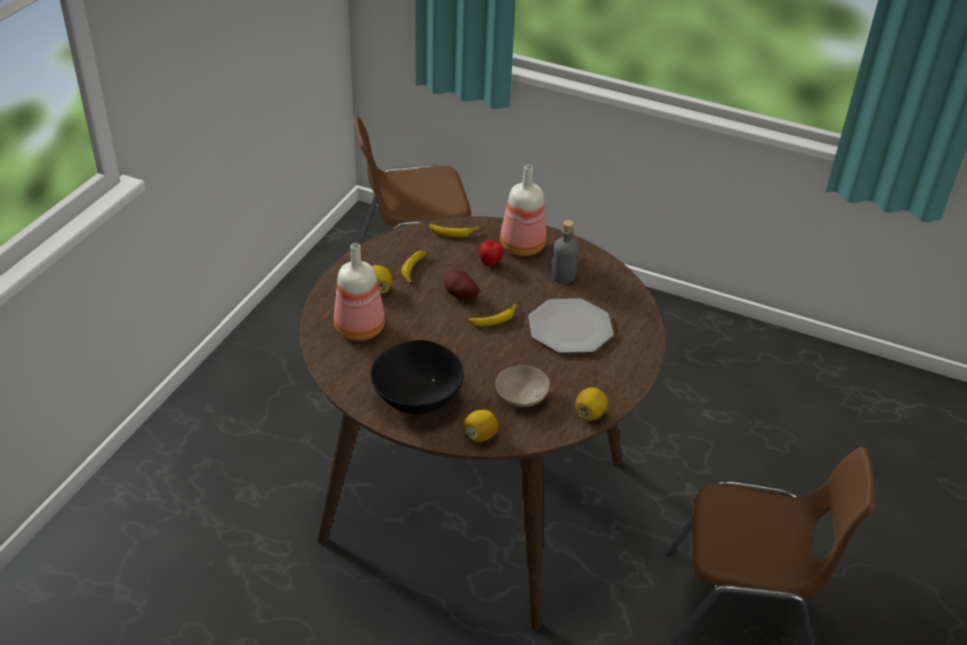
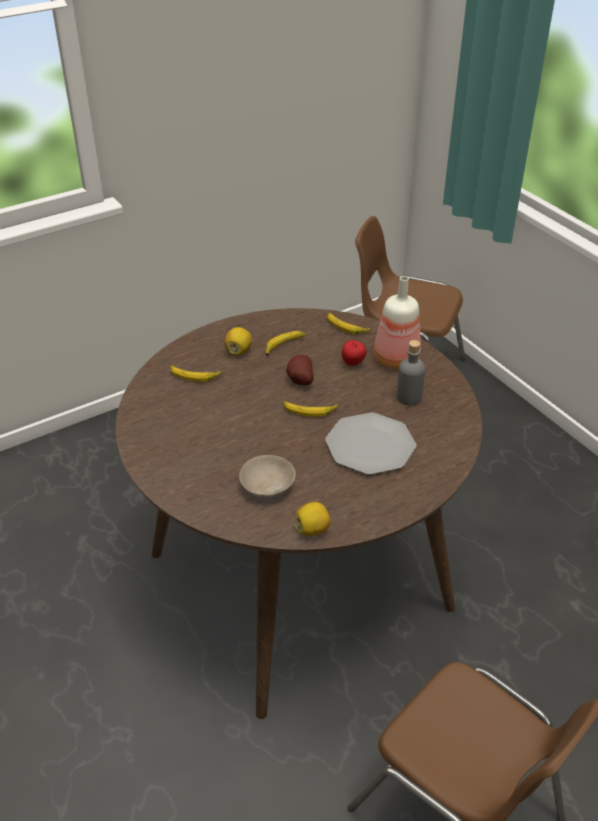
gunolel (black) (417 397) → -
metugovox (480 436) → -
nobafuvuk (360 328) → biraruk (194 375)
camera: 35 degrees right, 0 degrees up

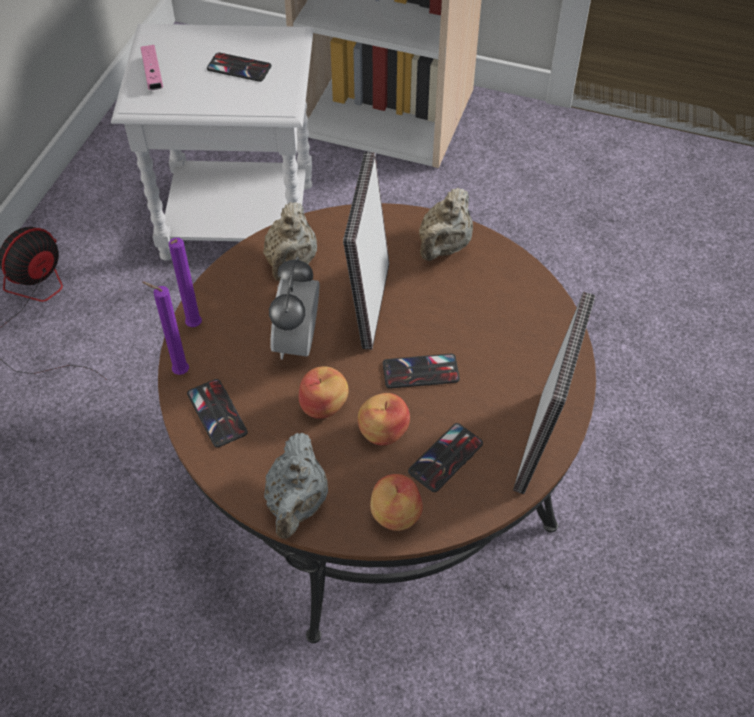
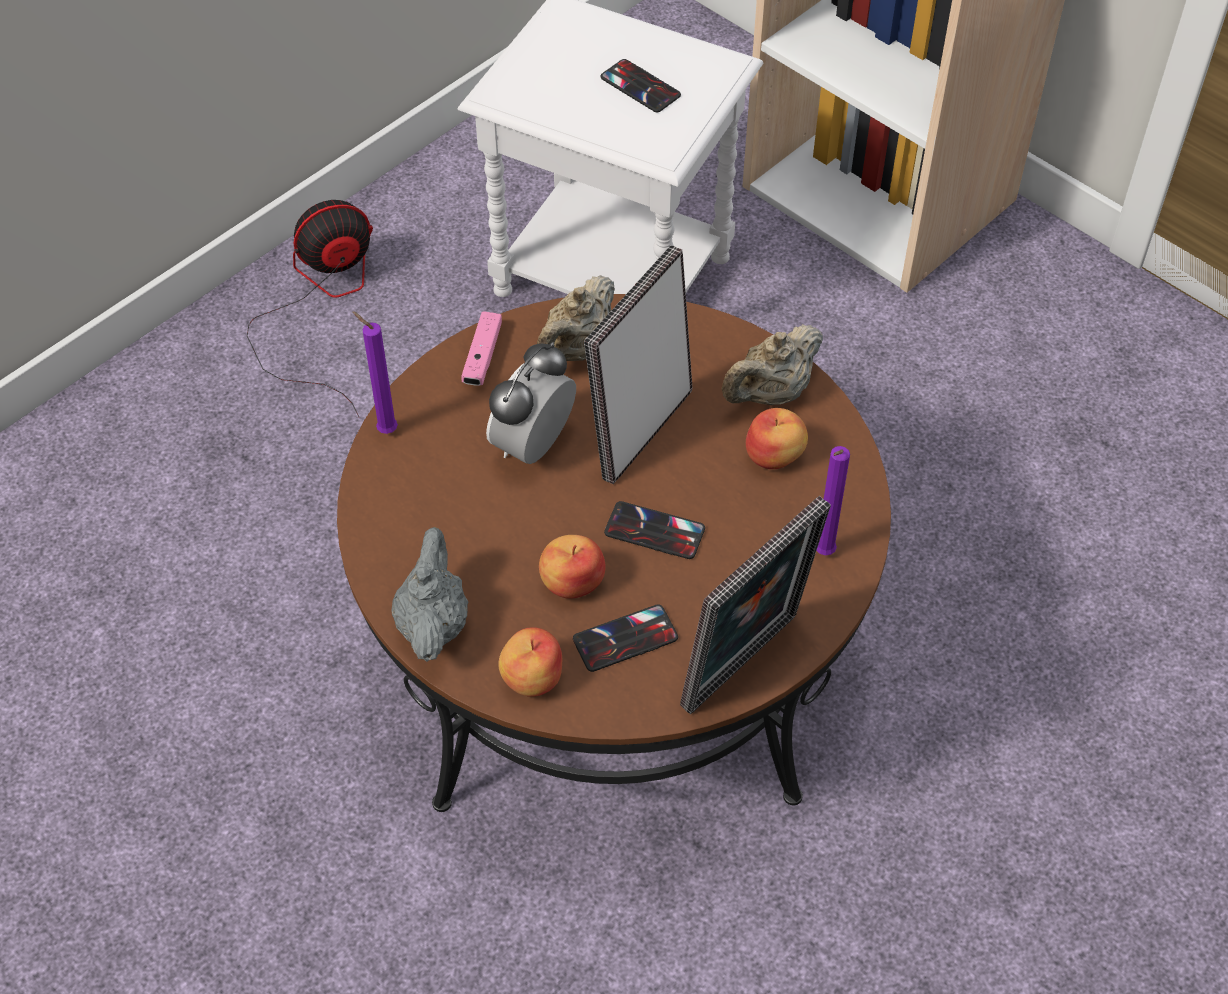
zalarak (217 413) → -
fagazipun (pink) (153 74) → fagazipun (pink) (482 356), shifted
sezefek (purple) (193 327) → sezefek (purple) (822 554), shifted
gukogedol (324 405) → gukogedol (775 456), shifted
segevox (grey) (297 504) → segevox (grey) (432 623), 150 degrees clockwise
camera: 25 degrees right, 0 degrees up

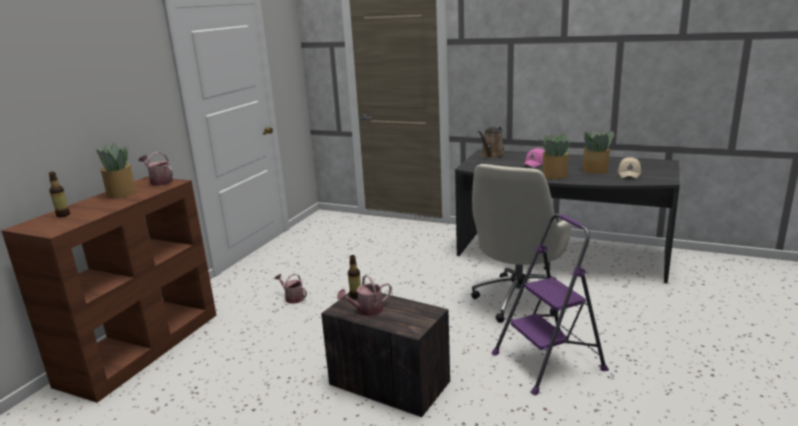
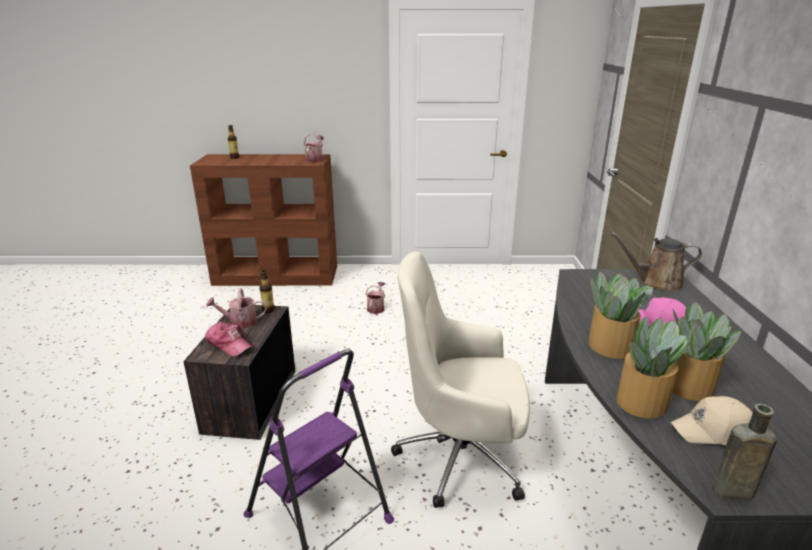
- → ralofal (229 344)
- → nobafuvuk (brown) (729 491)
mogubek (121 193) → mogubek (640 402), shifted
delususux (367 310) → delususux (239 322), 45 degrees counterclockwise
camera: 65 degrees right, 5 degrees up

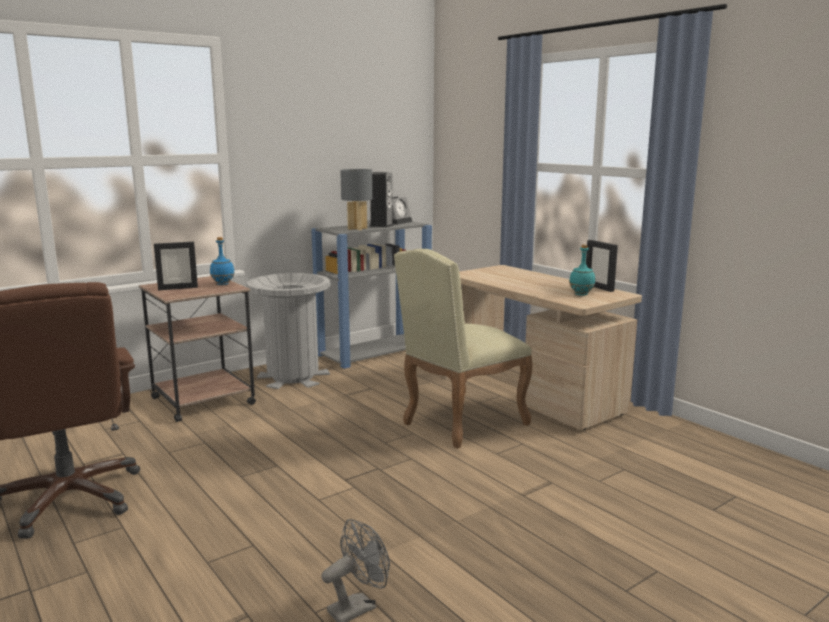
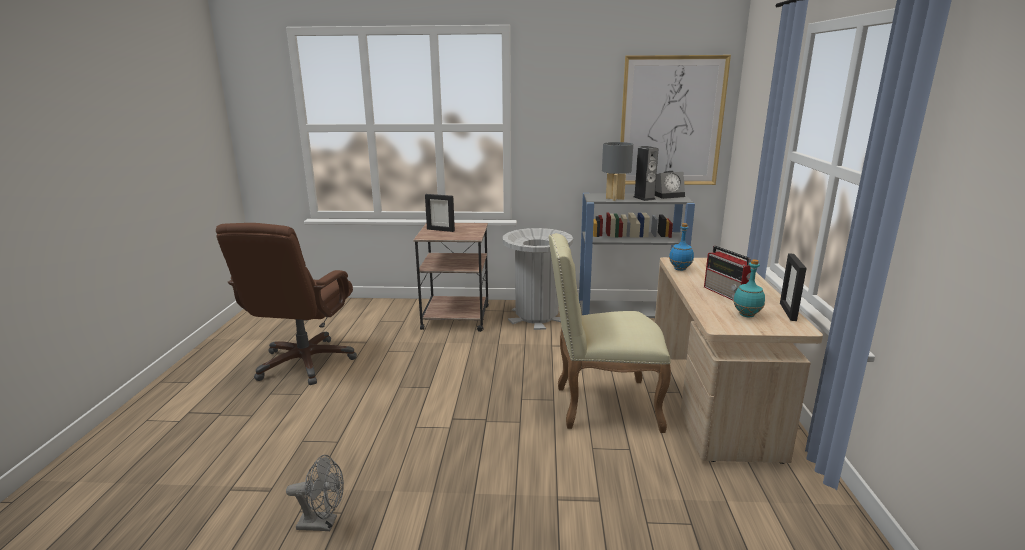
- → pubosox (671 122)
- → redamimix (727 294)
nobafuvuk (blue) (223 284) → nobafuvuk (blue) (680 269), shifted
camera: 40 degrees right, 5 degrees up

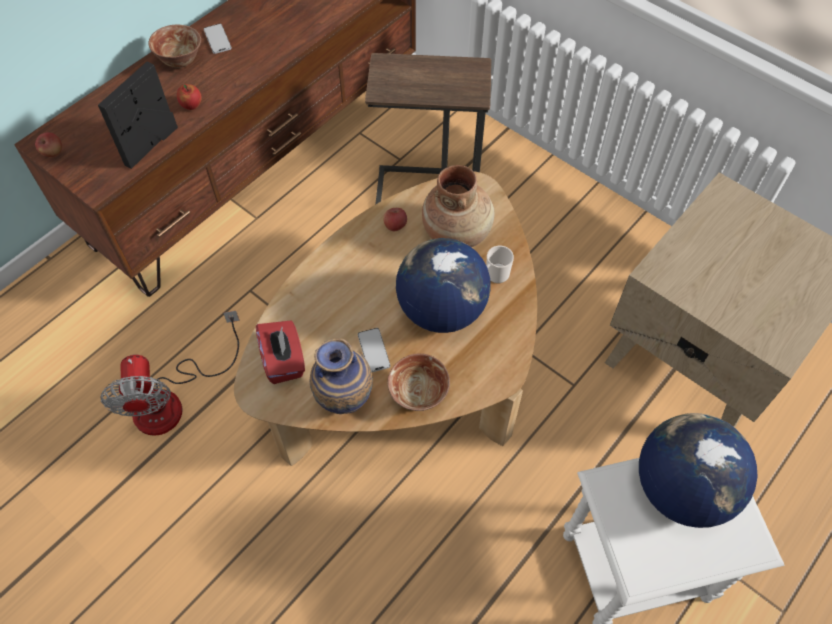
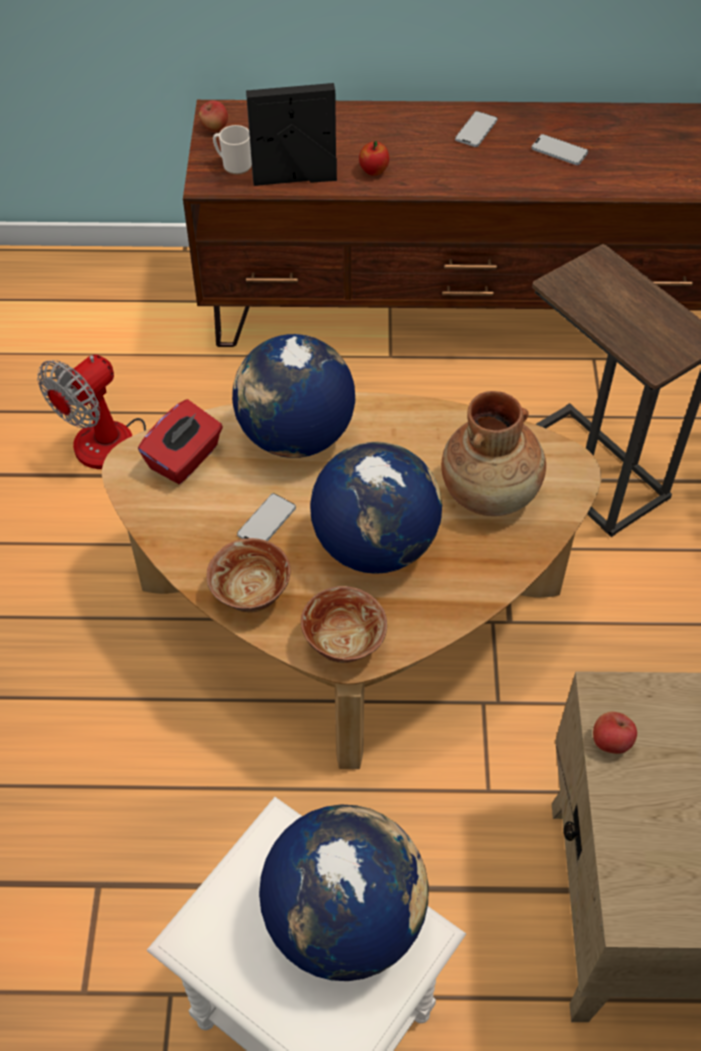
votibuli (345 401) → -
- → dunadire (295 436)
- → zalarak (559 151)
gunolel (180 60) → gunolel (343 643), shifted
gukogedol (395 226) → gukogedol (610 742), shifted
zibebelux (495 275) → zibebelux (234 165), shifted
camera: 50 degrees right, 5 degrees down

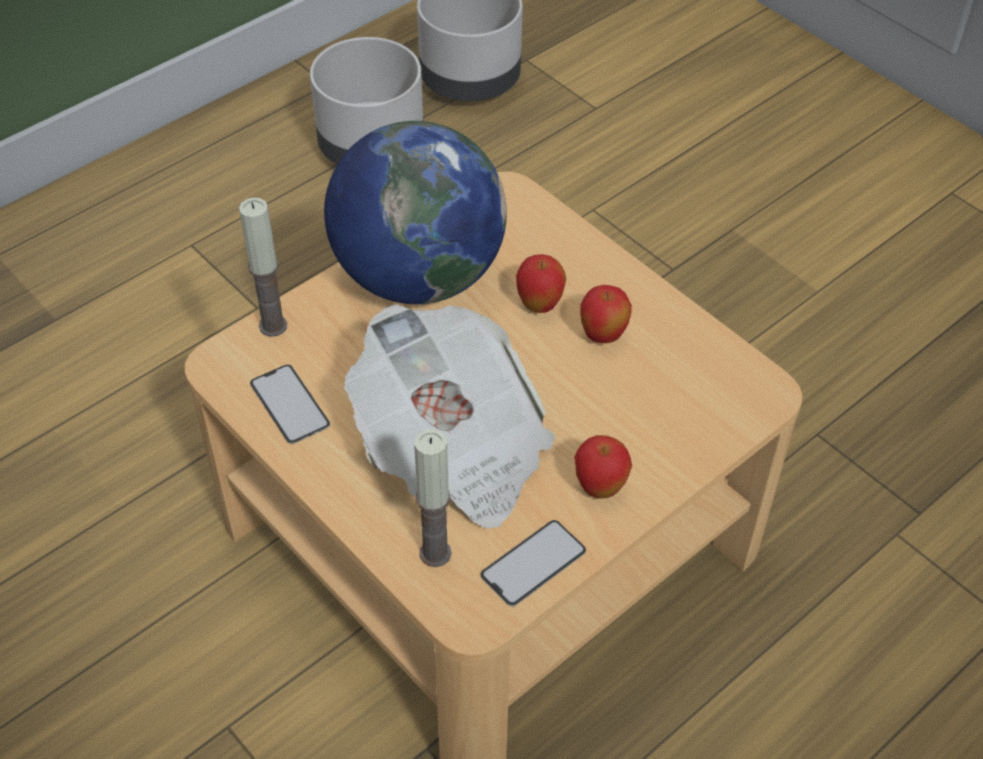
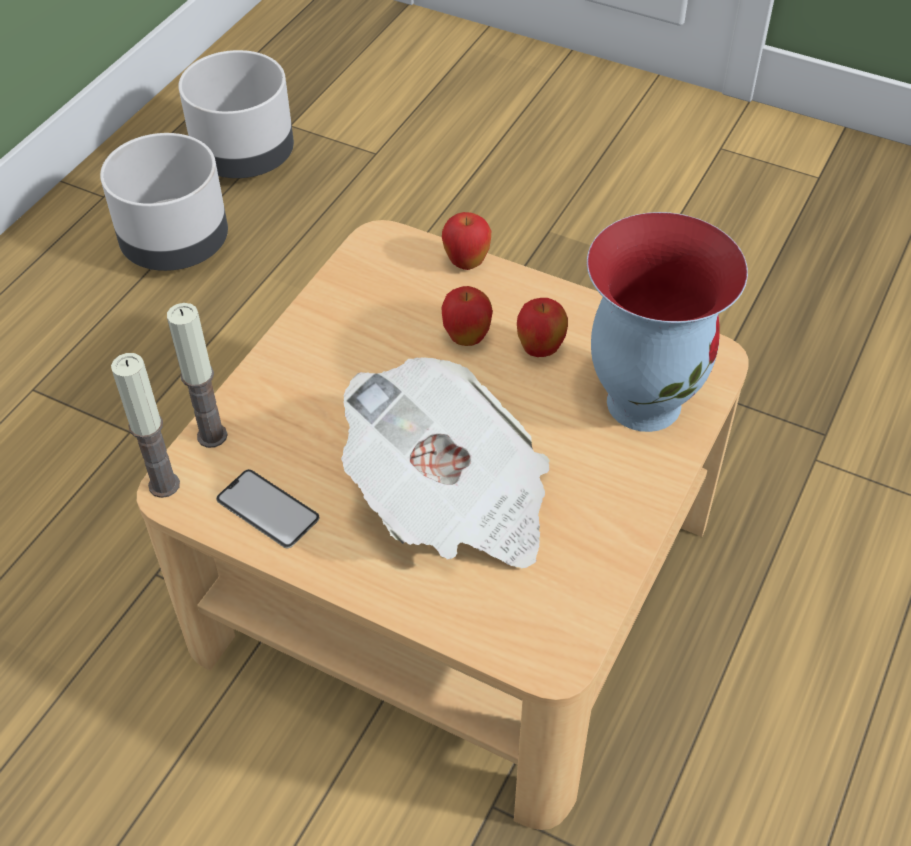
dunadire (418 276) → -
zalarak (533 563) → -
- → votibuli (644 400)
sezefek (435 553) → sezefek (164 485), shifted
gukogedol (599 488) → gukogedol (466 263), shifted
camera: 20 degrees left, 0 degrees up

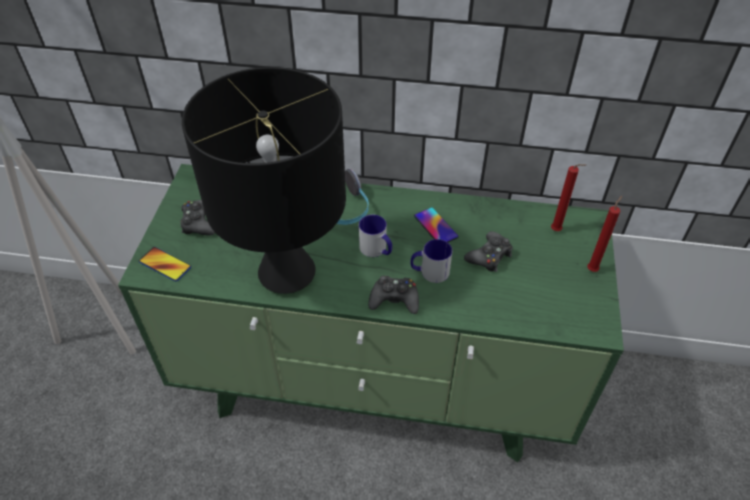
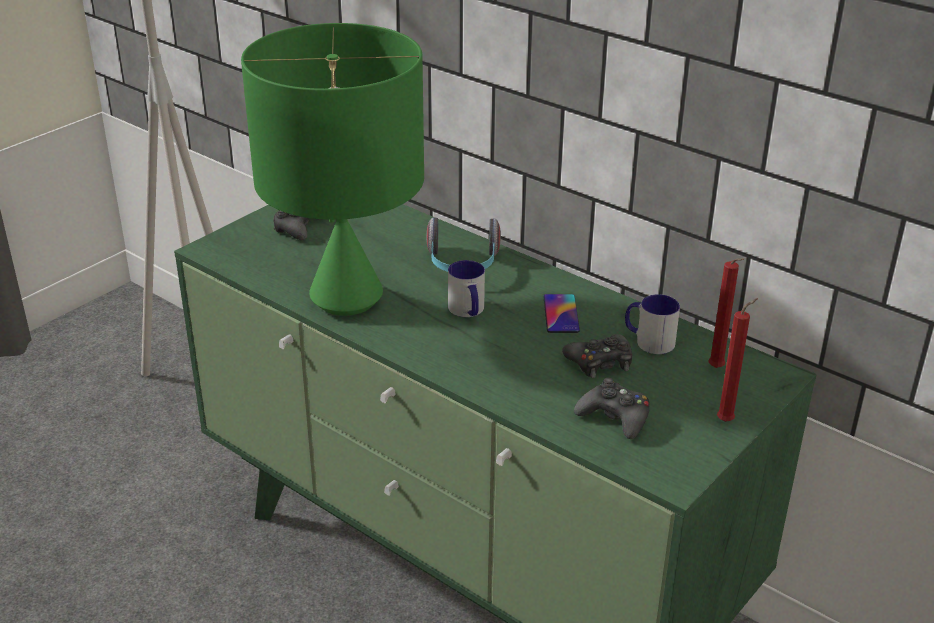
zalarak (165 265) → -
fagazipun (black) (394 299) → fagazipun (black) (615 417), shifted
zibebelux (429 272) → zibebelux (648 341), shifted
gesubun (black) (287 275) → gesubun (green) (347 300)
camera: 30 degrees right, 15 degrees down

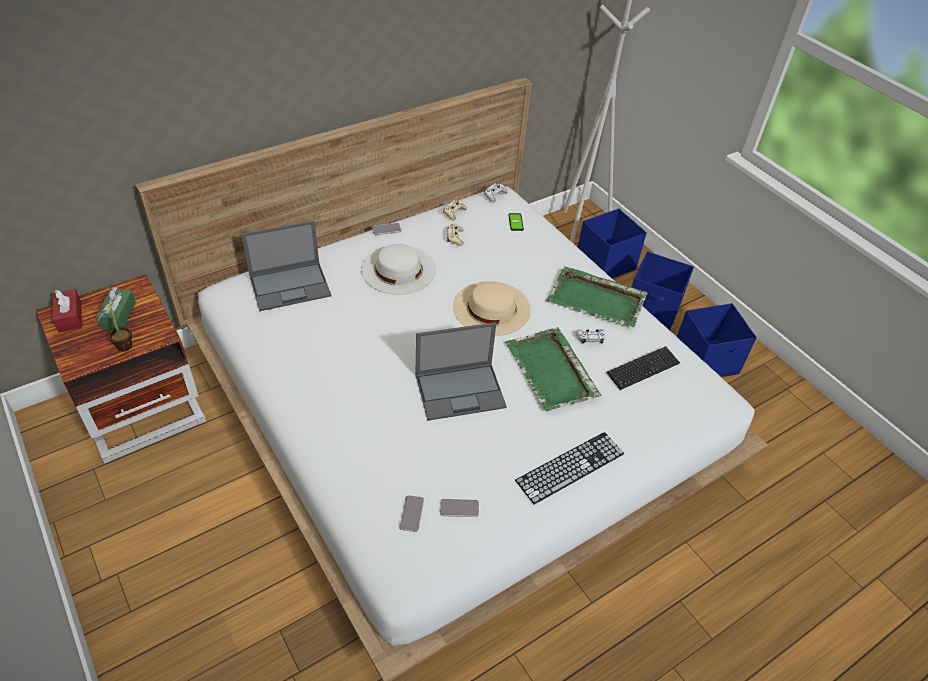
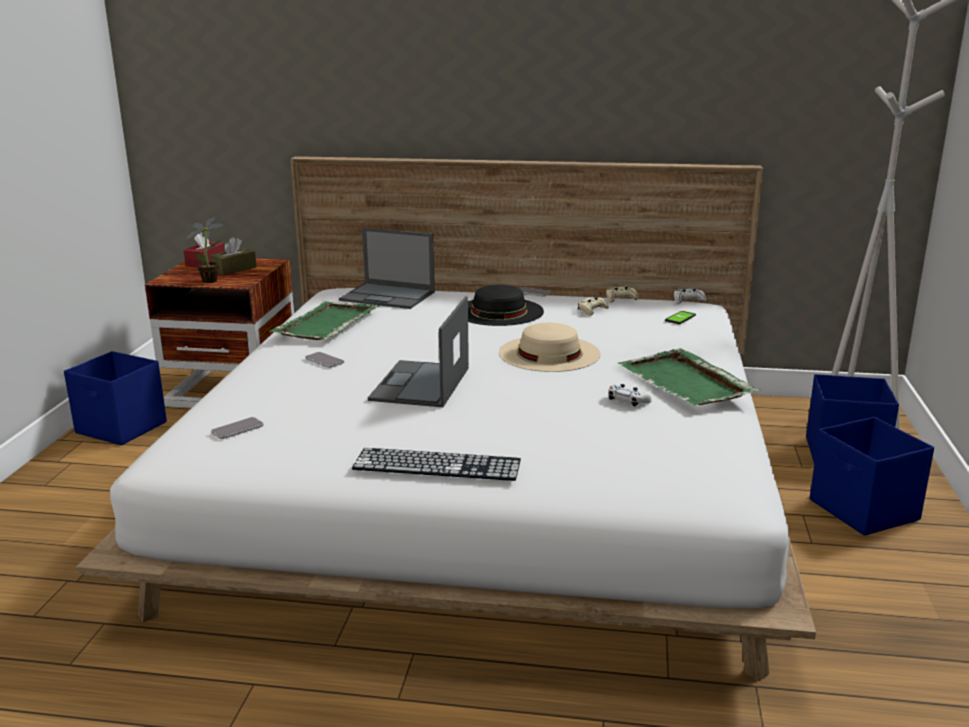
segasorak (643 369) → -
zalarak (459 508) → zalarak (324 361), shifted
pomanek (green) (551 372) → pomanek (green) (325 324), shifted
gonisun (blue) (706 361) → gonisun (blue) (122 428), shifted
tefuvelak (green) (118 315) → tefuvelak (brown) (234 269)
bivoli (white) (398 269) → bivoli (black) (498 311)
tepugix (461 390) → tepugix (420 385), 75 degrees clockwise
camera: 45 degrees right, 25 degrees down

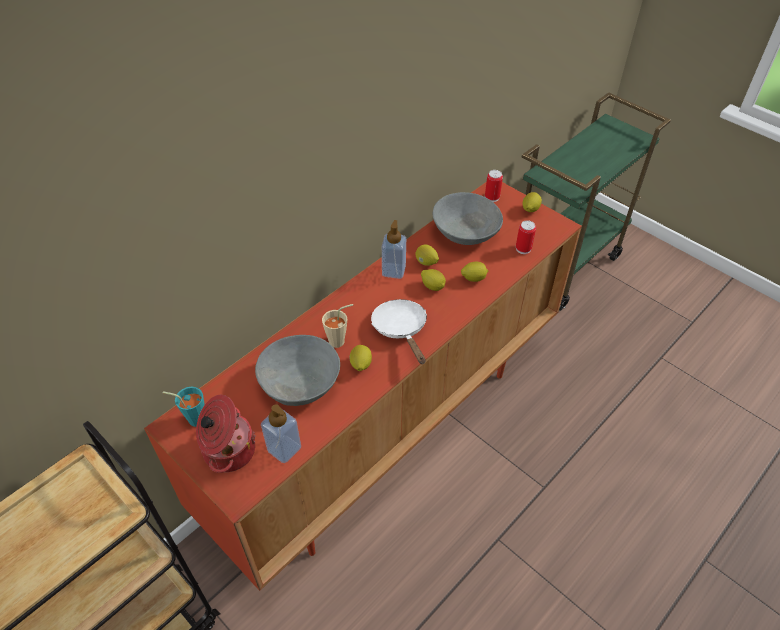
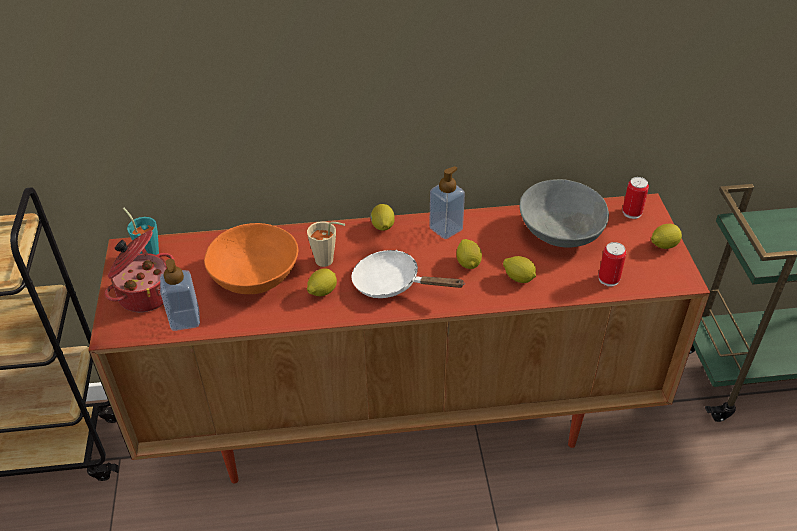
metugovox (426 262) → metugovox (382 227), shifted
gunolel (grey) (301 384) → gunolel (orange) (256 277)
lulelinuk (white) (401 329) → lulelinuk (white) (393 284), 90 degrees counterclockwise
camera: 40 degrees right, 5 degrees down

